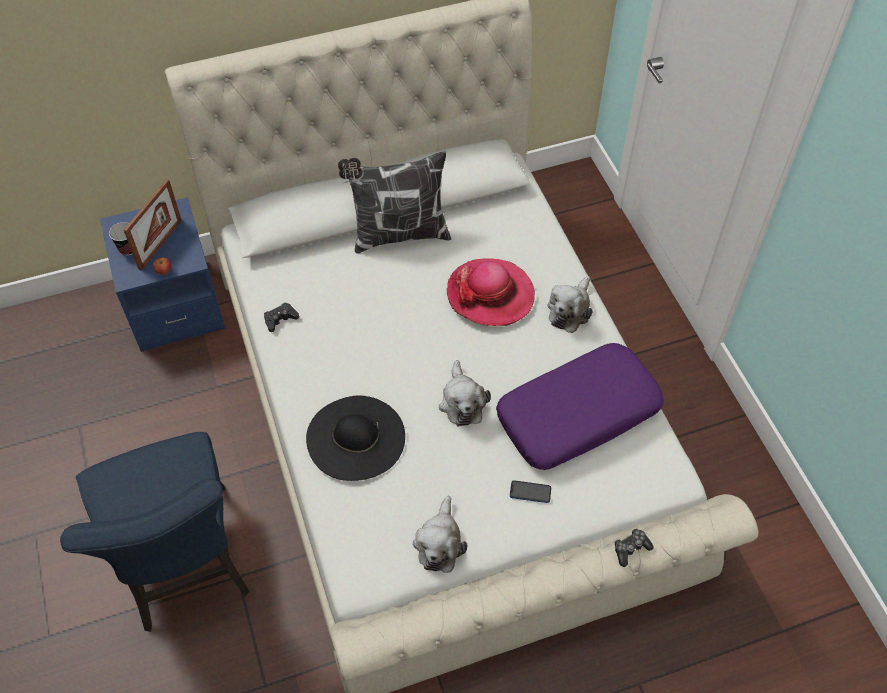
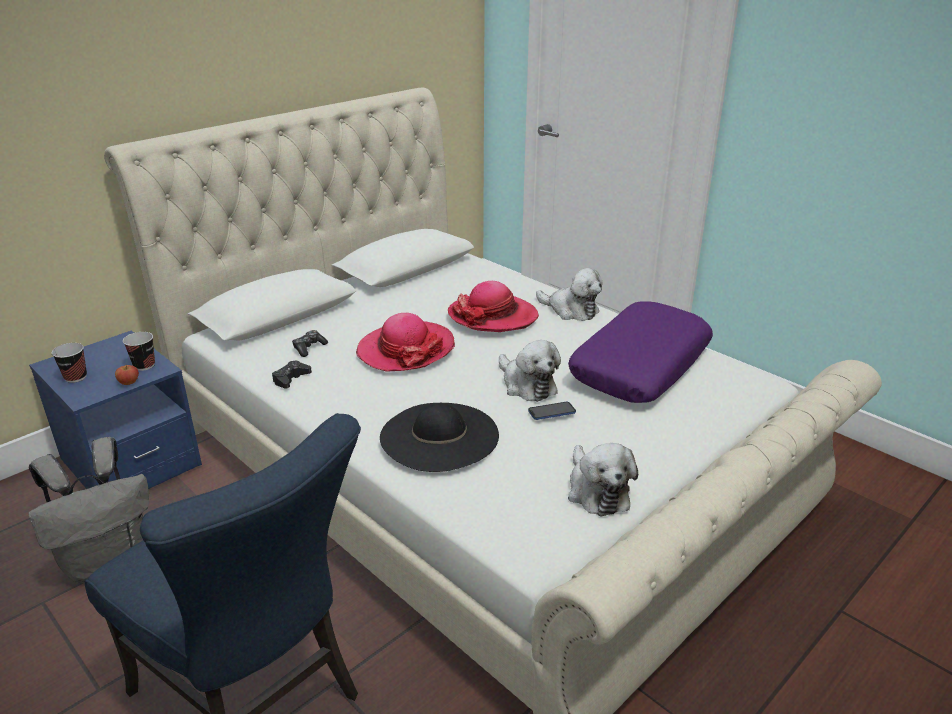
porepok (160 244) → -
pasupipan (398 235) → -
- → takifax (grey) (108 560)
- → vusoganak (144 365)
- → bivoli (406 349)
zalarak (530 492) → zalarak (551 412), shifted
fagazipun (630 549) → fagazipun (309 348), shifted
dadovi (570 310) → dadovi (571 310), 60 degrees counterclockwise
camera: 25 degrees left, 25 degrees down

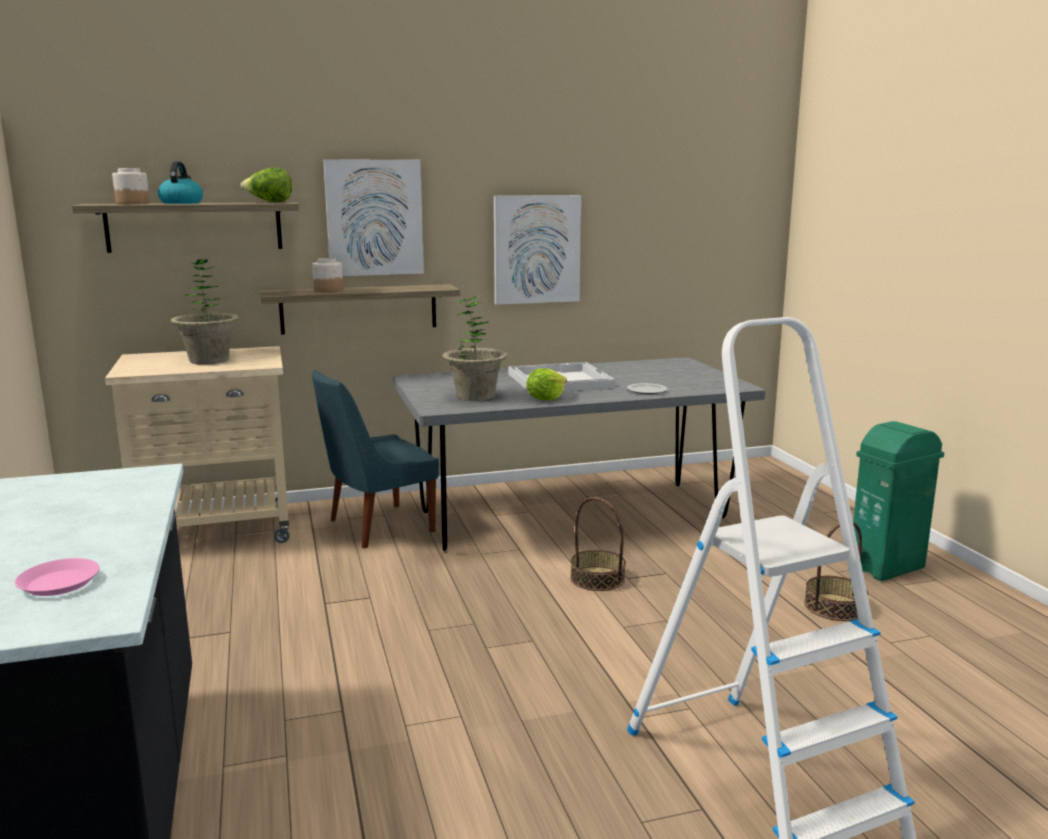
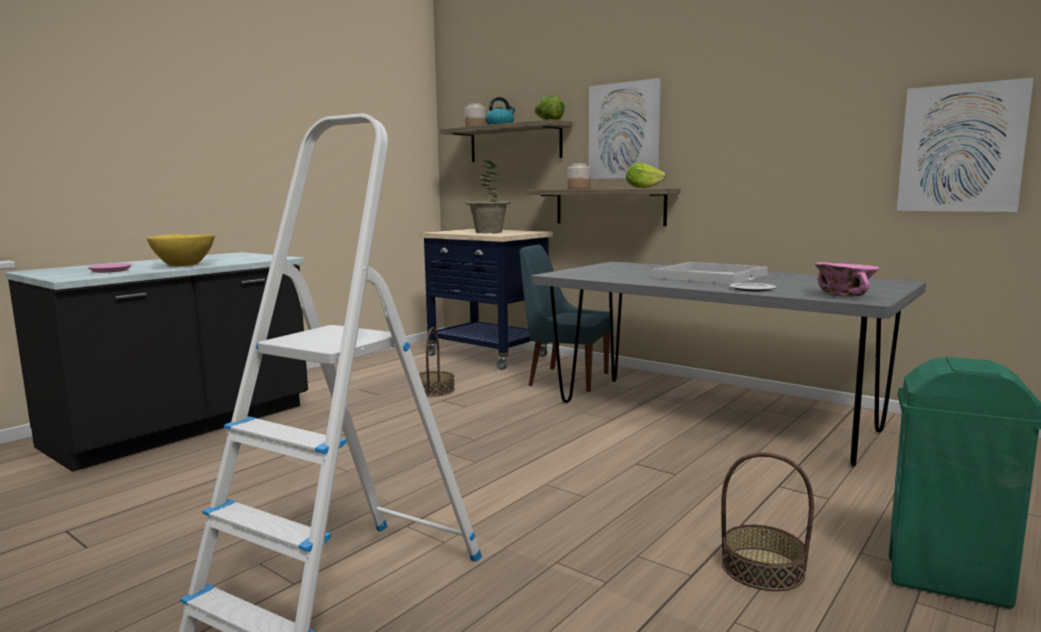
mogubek (475 396) → -
- → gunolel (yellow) (184 266)
- → gunolel (pink) (844 295)
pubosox (536 249) → pubosox (961 148), shifted
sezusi (545 399) → sezusi (643 188), shifted
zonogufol (597 578) → zonogufol (434 390), shifted
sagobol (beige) (216 531) → sagobol (blue) (488 356)
camera: 55 degrees right, 5 degrees down

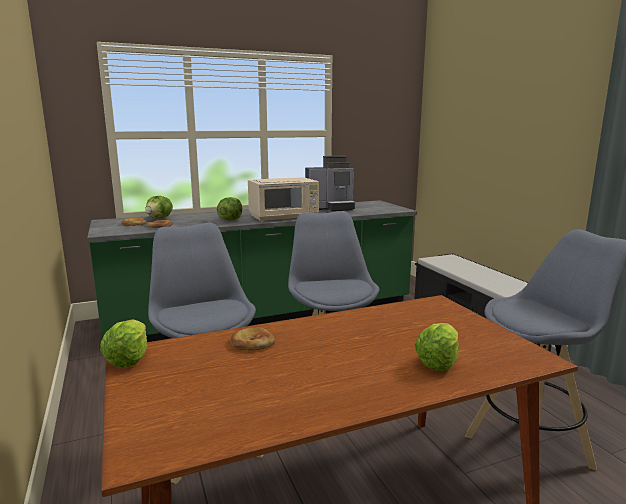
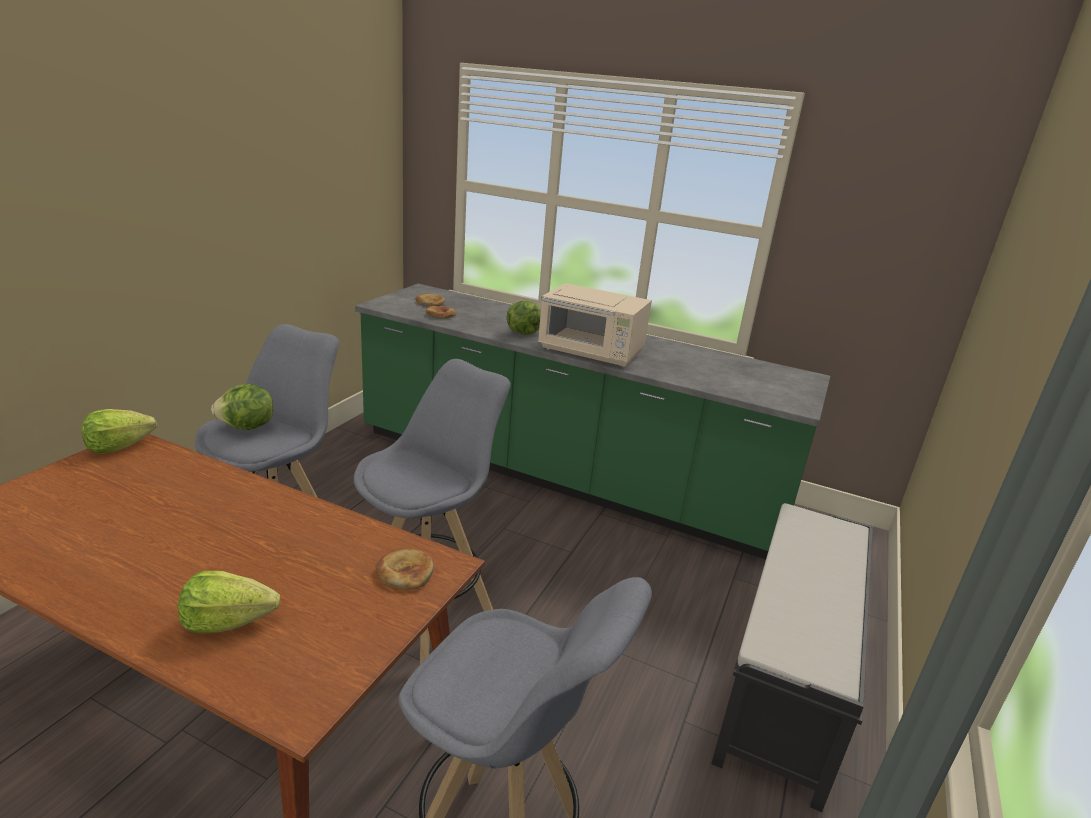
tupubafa (331 208) → -
sezusi (160 218) → sezusi (247 427), shifted
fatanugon (252 342) → fatanugon (405 572), shifted
camera: 45 degrees right, 10 degrees up

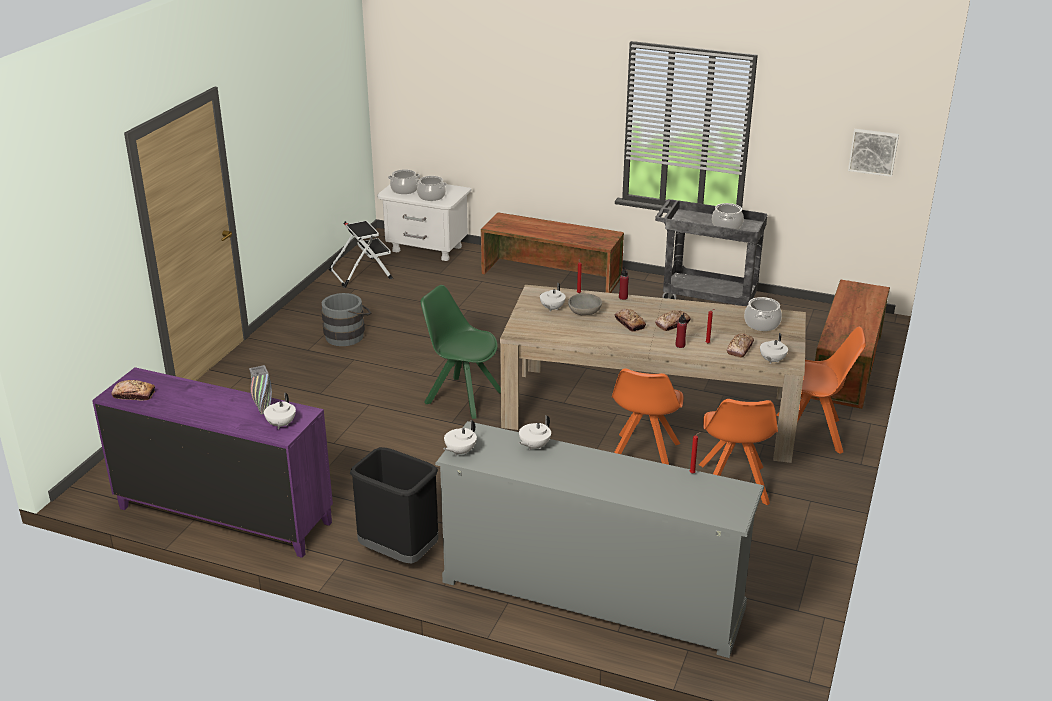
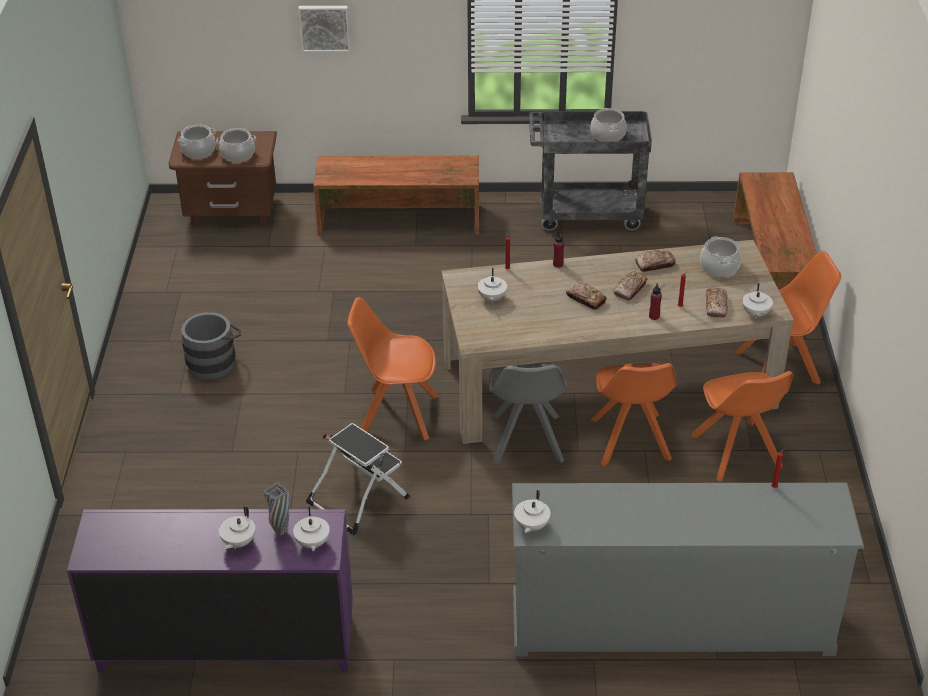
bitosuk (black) (399 552) → -
gunolel (grey) (584 313) → -
- → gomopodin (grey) (526 441)
fatanugon (134 395) → fatanugon (655 264), shifted
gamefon (361 272) → gamefon (358 496), shifted
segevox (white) (534 446) → segevox (white) (238 542), shifted
pubosox (873 151) → pubosox (324 27), shifted
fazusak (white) (426 250) → fazusak (brown) (231 214)
gomopodin (green) (462 397) → gomopodin (orange) (396 413)
camera: 20 degrees left, 10 degrees up

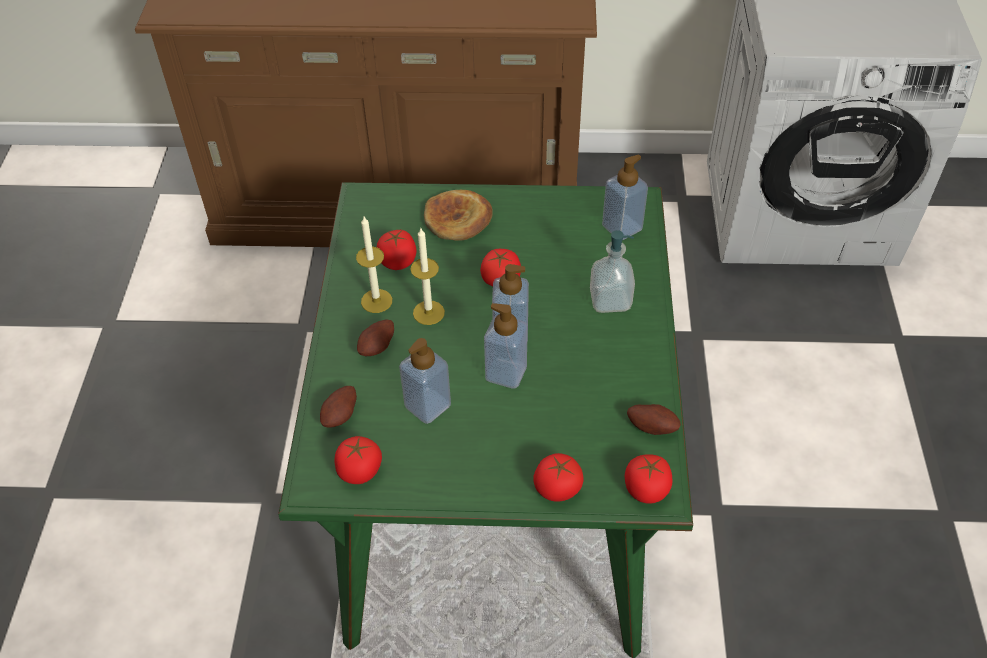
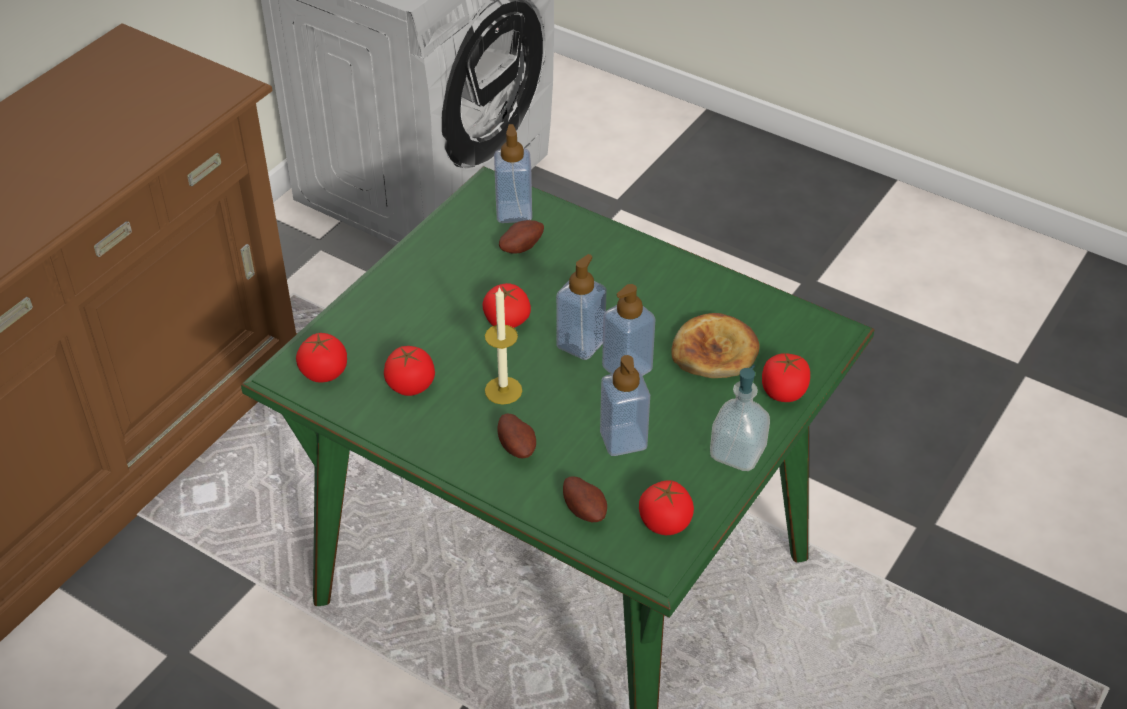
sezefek (376 301) → -
fatanugon (457 219) → fatanugon (715 351), shifted
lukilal (610 300) → lukilal (737 453), shifted
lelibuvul (646 489) → lelibuvul (324 372), shifted
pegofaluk (652 426) → pegofaluk (520 247), shifted
camera: 60 degrees left, 5 degrees down

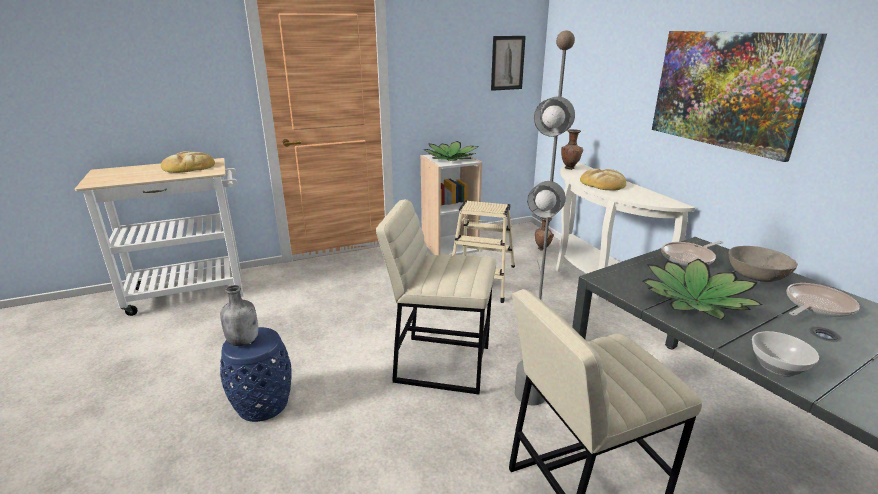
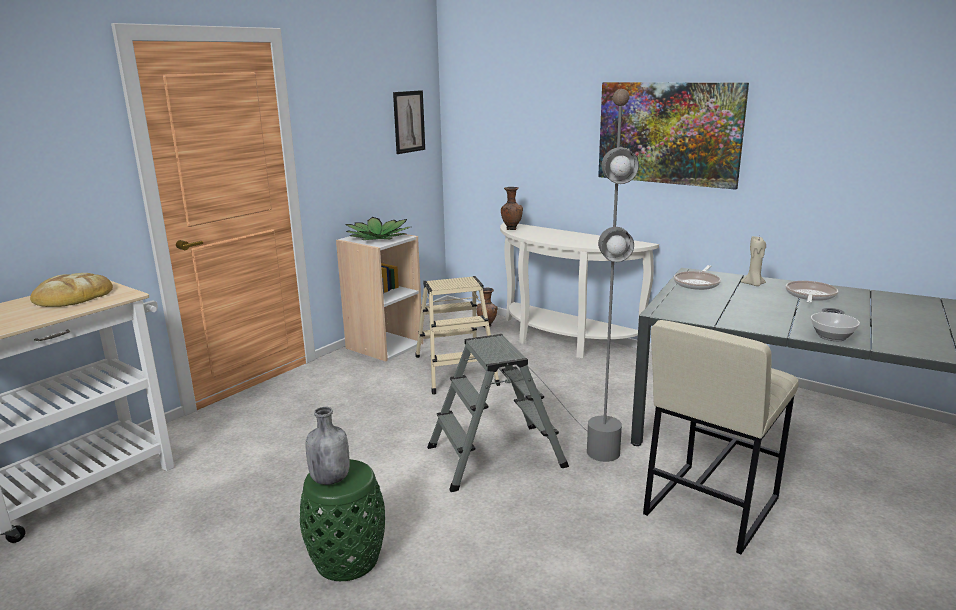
fatanugon (603 183) → -
mogubek (696 300) → -
gomopodin (beige) (439 363) → gamefon (grey) (496 456)
gunolel (grey) (756 274) → sezefek (beige) (753 284)
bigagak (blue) (263 404) → bigagak (green) (347 560)
camera: 30 degrees left, 5 degrees down

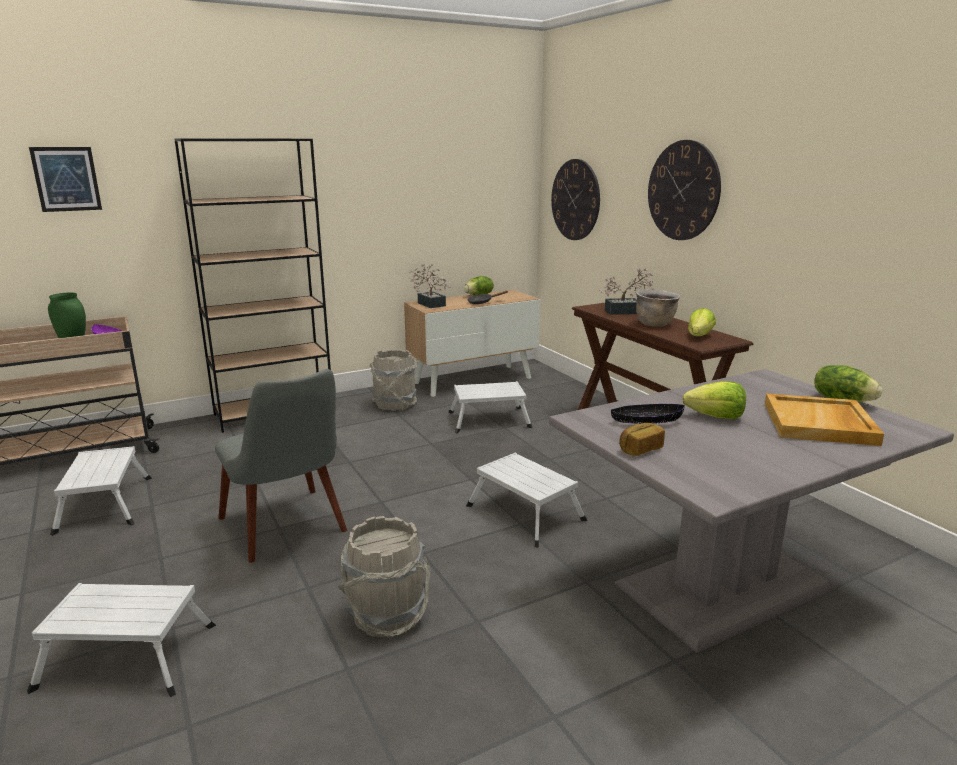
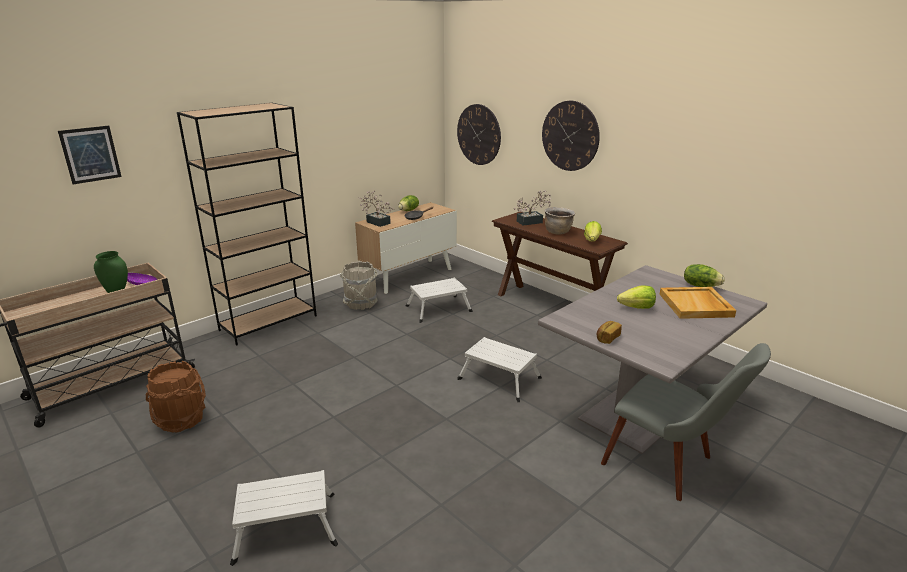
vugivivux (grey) (387 615) → -
gunolel (black) (646 421) → -
gomopodin (grey) (290 531) → gomopodin (grey) (670 465), shifted
gamefon (white) (104 504) → vugivivux (brown) (182 420)
camera: 15 degrees left, 5 degrees up

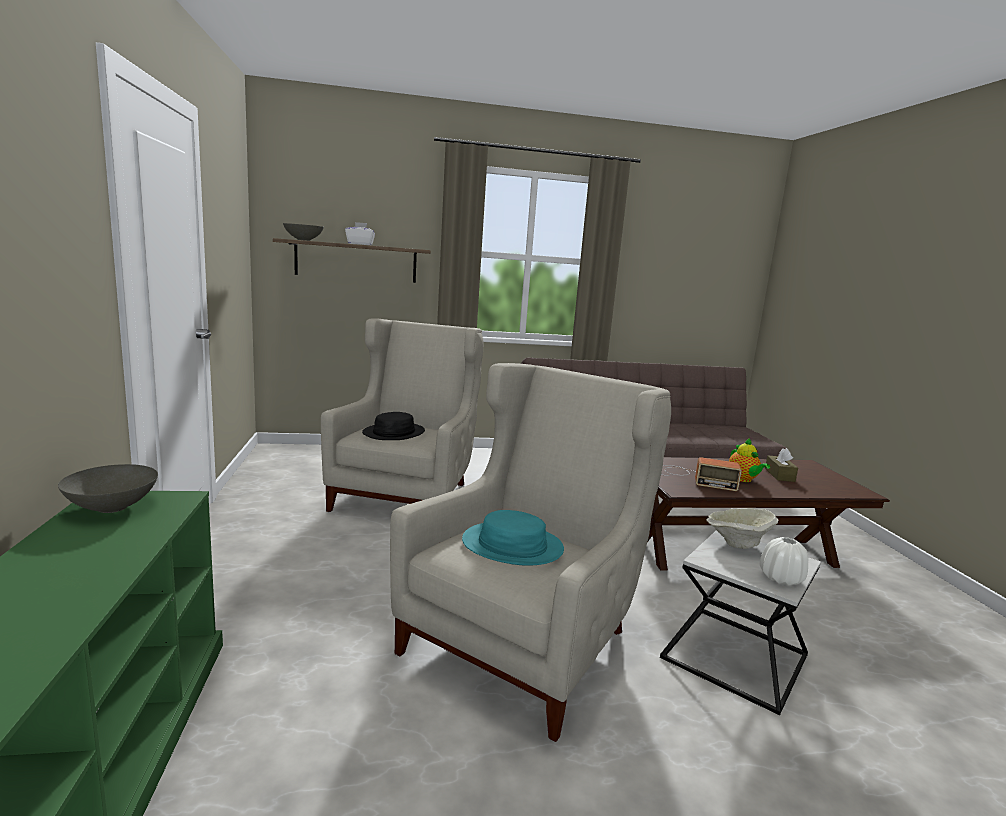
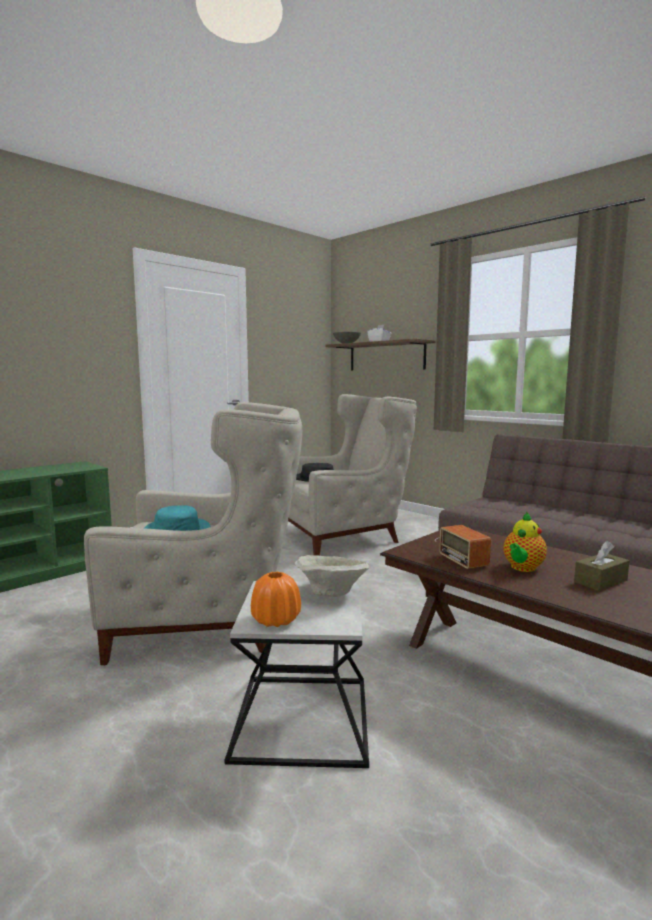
gunolel (grey) (111 507) → -
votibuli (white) (781 578) → votibuli (orange) (276 620)
camera: 55 degrees right, 5 degrees down

